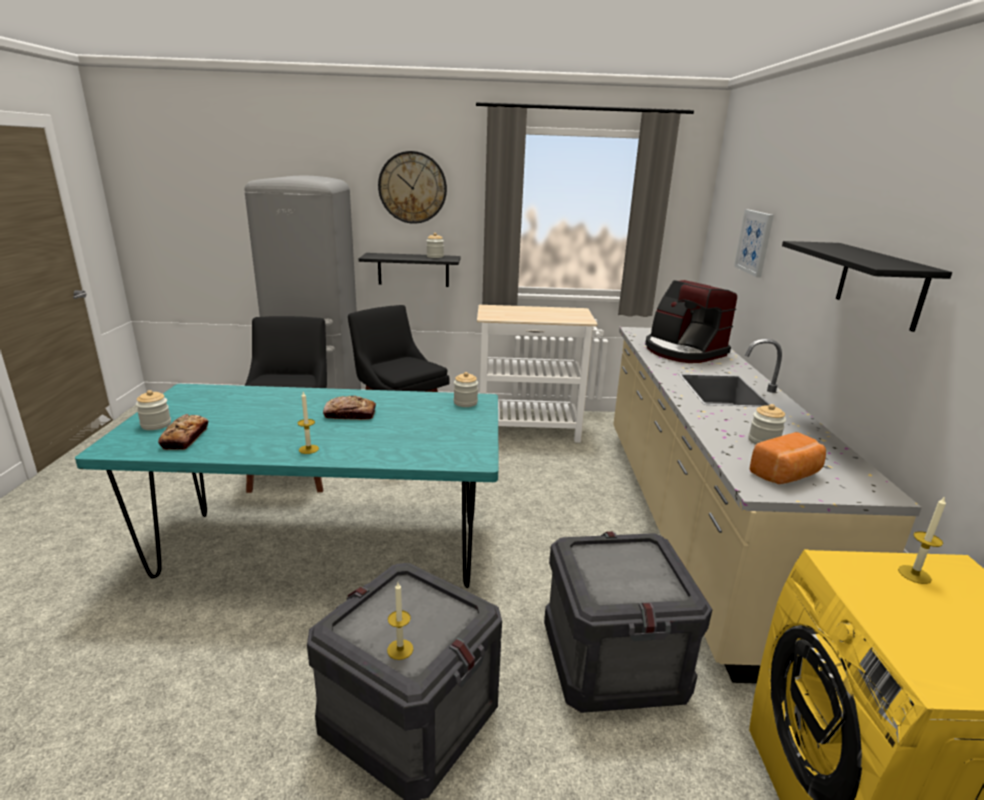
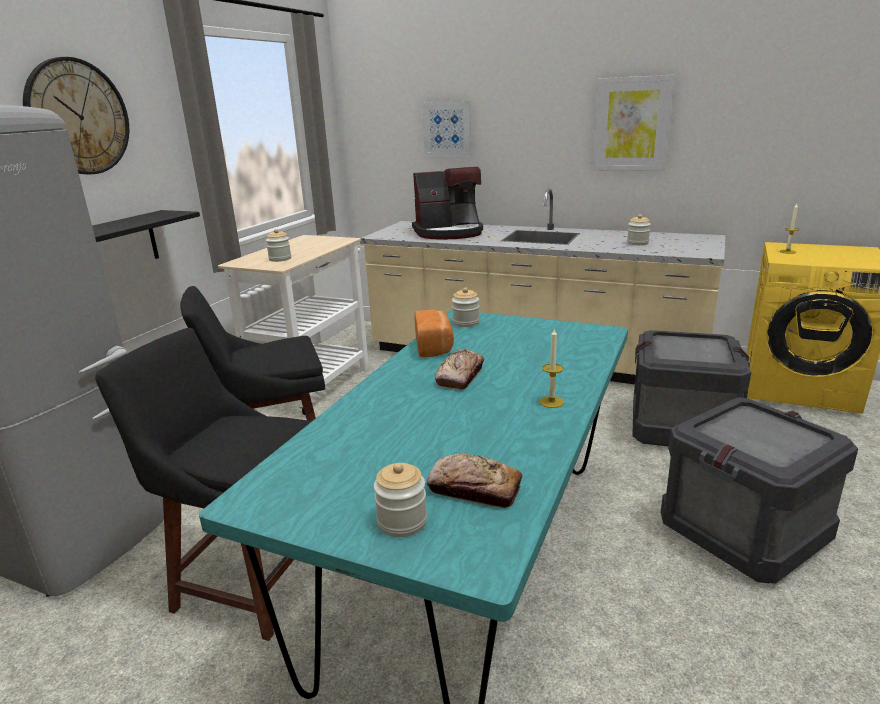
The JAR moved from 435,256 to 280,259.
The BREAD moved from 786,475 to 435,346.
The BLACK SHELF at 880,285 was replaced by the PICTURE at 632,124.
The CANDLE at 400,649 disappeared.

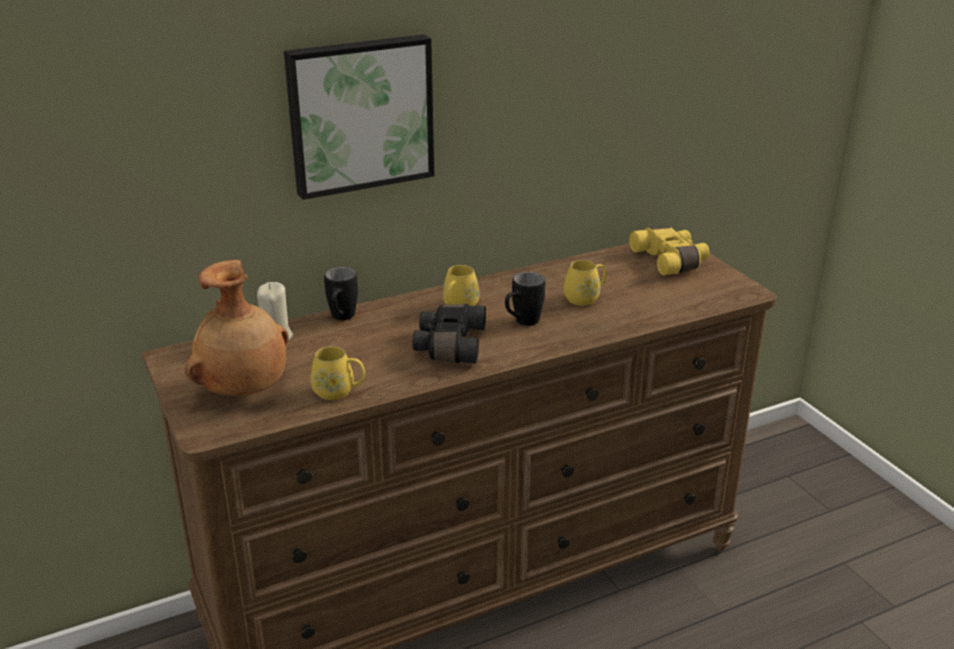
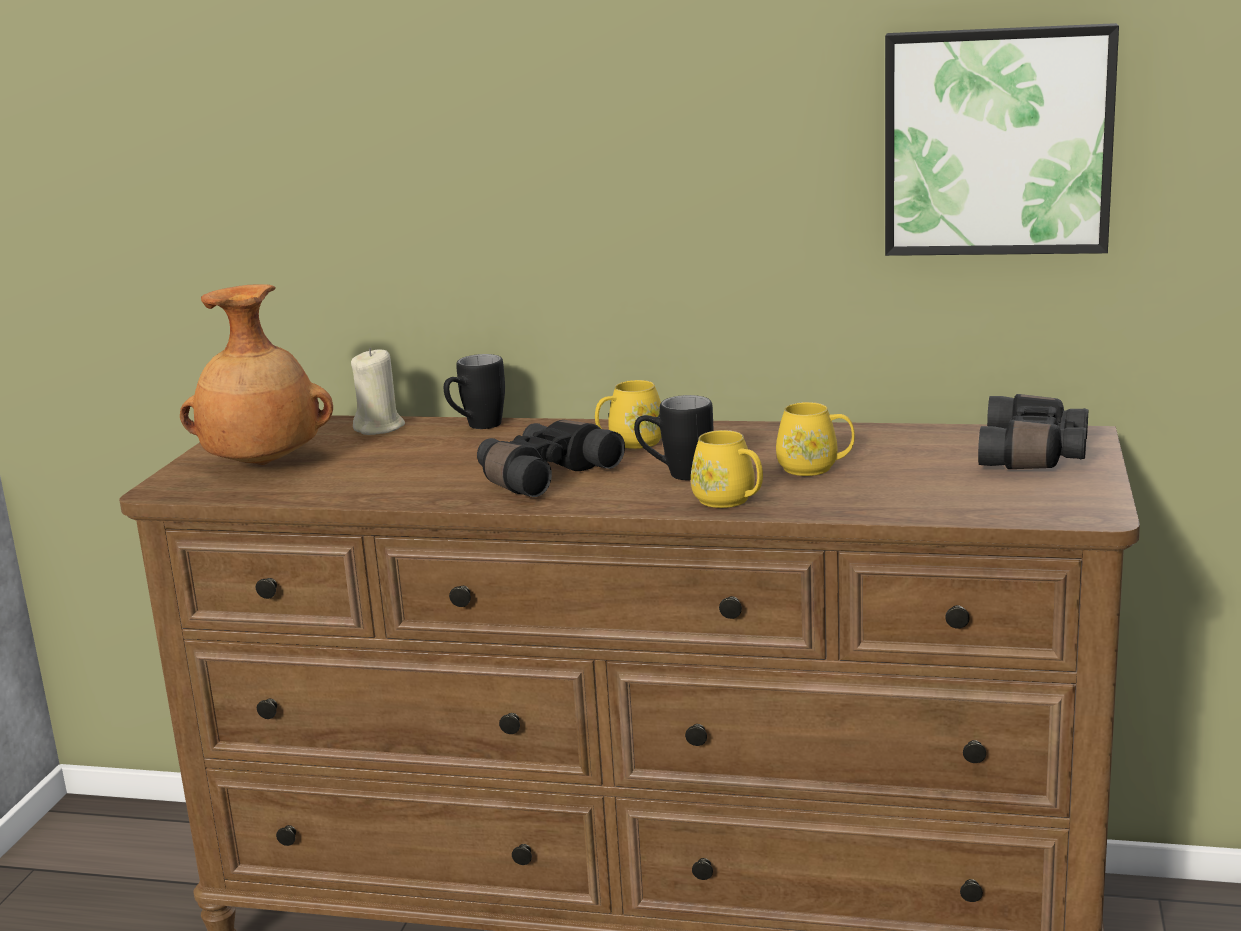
The YELLOW MUG moved from 339,391 to 730,501.
The PICTURE moved from 360,114 to 997,141.
The YELLOW BINOCULARS at 671,260 became the BLACK BINOCULARS at 1035,454.

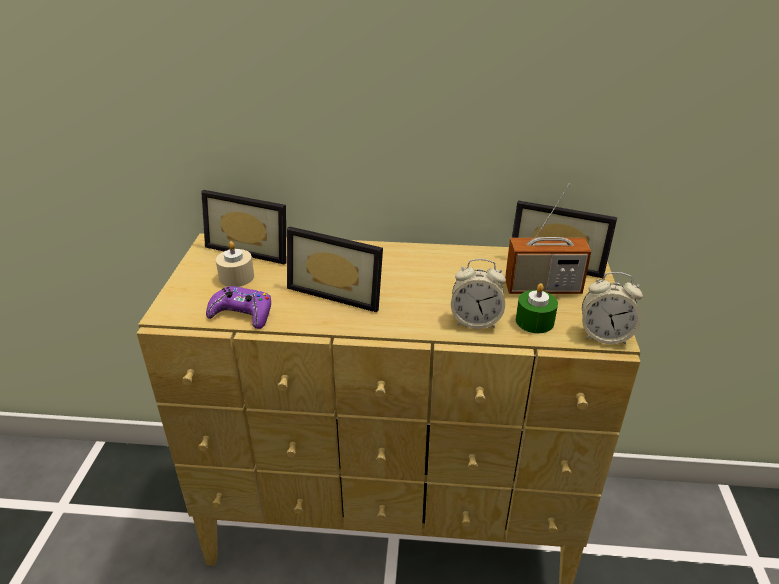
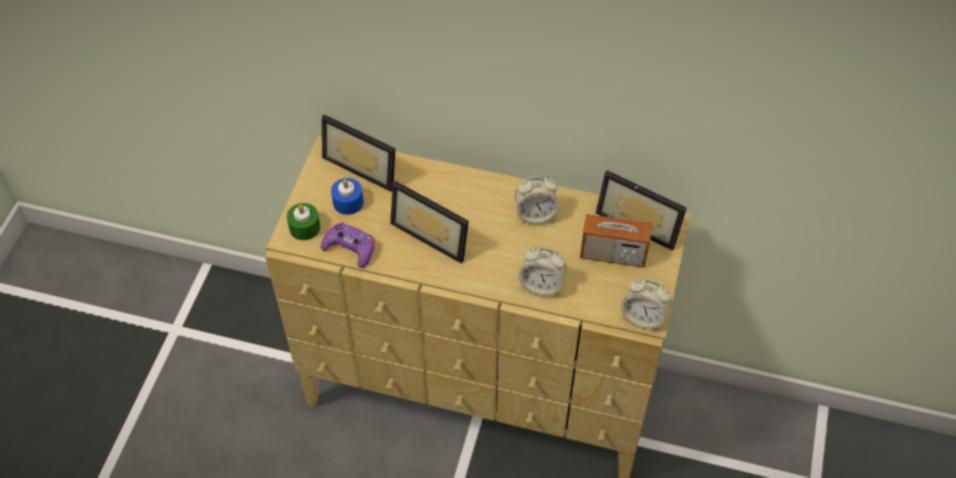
The GREEN CANDLE moved from 534,321 to 304,227.
The BEIGE CANDLE at 236,277 became the BLUE CANDLE at 348,202.
The ALARM CLOCK at 535,215 appeared.

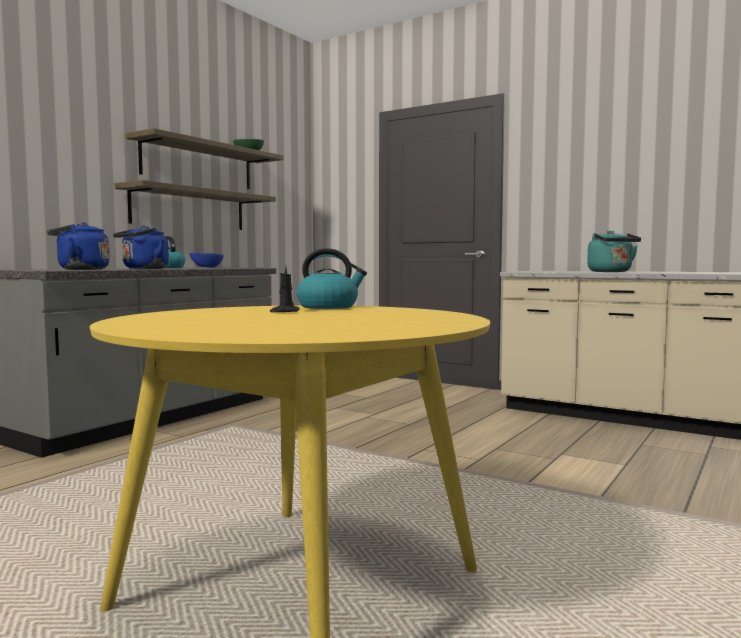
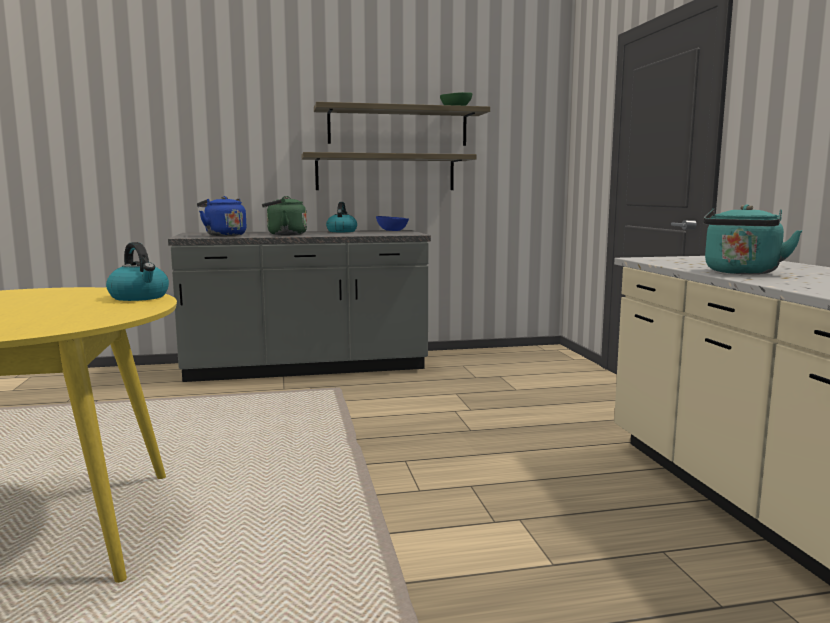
The BLUE KETTLE at 143,268 became the GREEN KETTLE at 284,234.
The BLACK CANDLE at 284,312 disappeared.

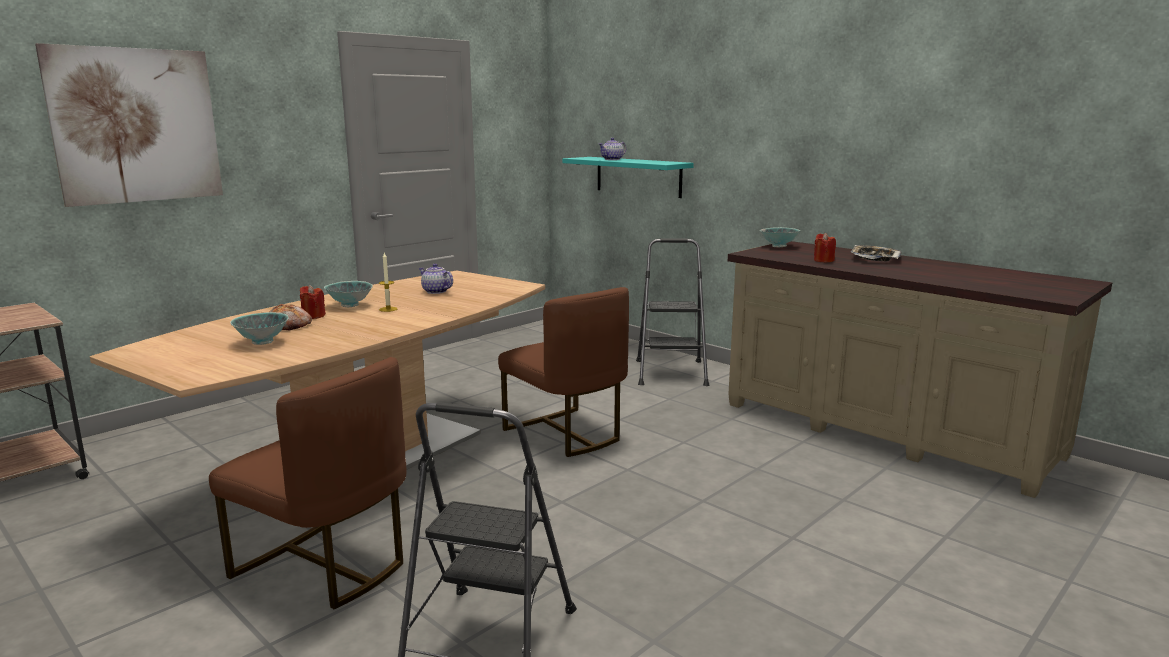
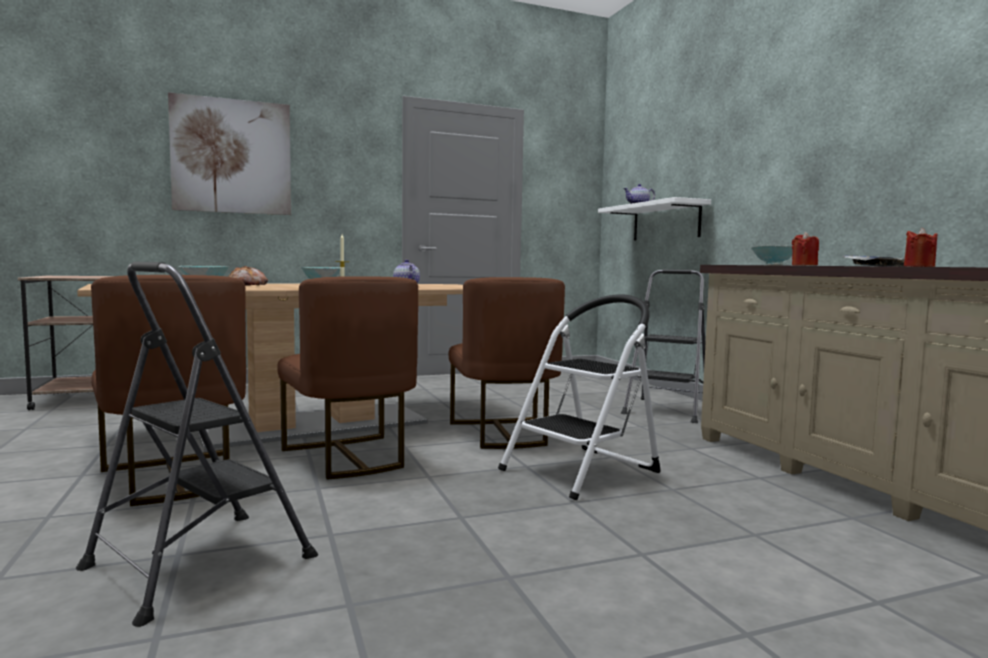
The BROWN CHAIR at 348,457 appeared.
The STEP LADDER at 584,471 appeared.
The TURQUOISE SHELF at 638,176 became the WHITE SHELF at 665,222.
The RED CANDLE moved from 313,316 to 919,267.

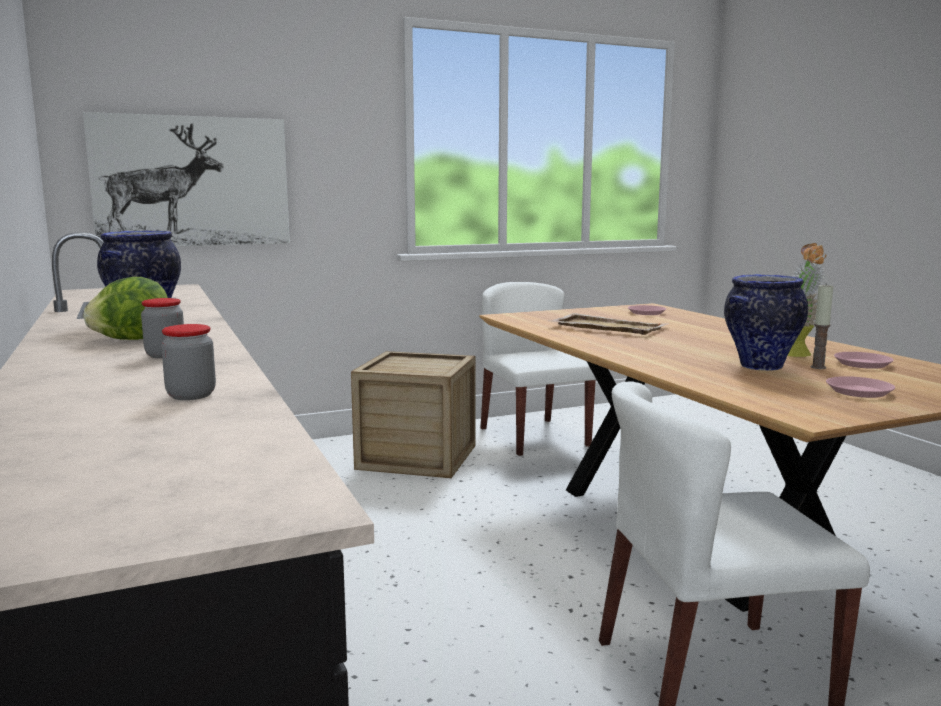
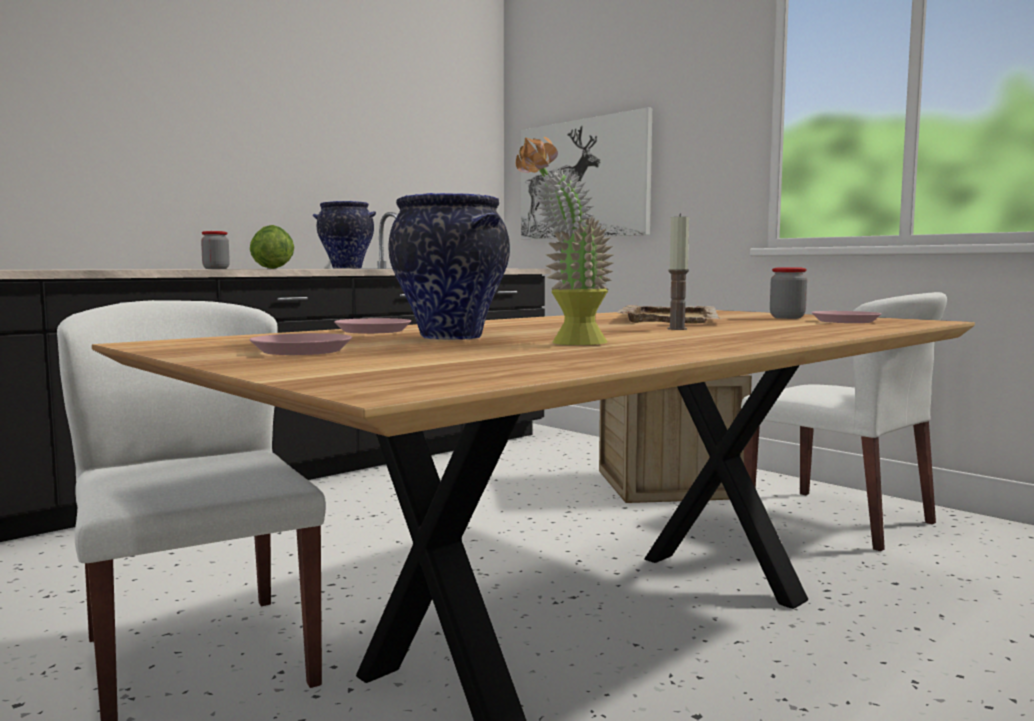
The PINK PLATE moved from 862,364 to 373,331.
The CANDLE moved from 818,367 to 677,329.
The WHITE CHAIR at 533,436 turned 90 degrees clockwise.
The JAR moved from 191,395 to 787,317.

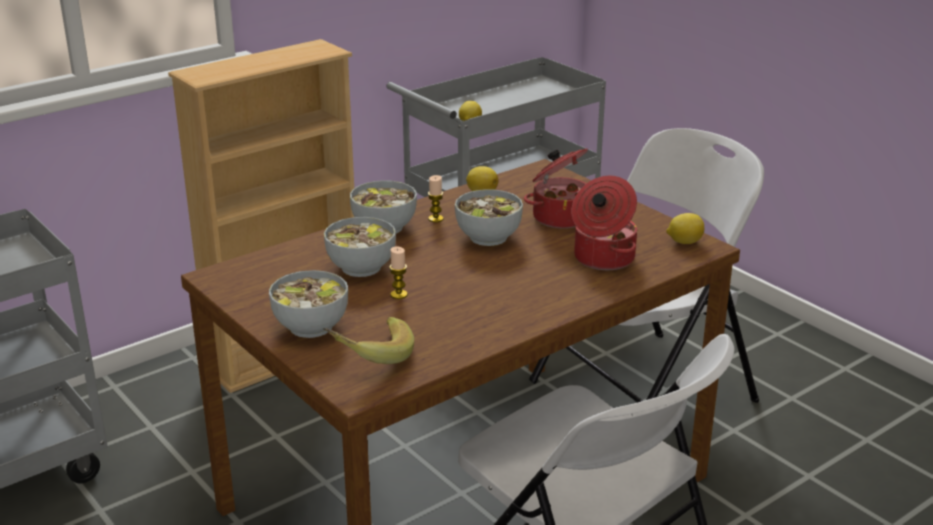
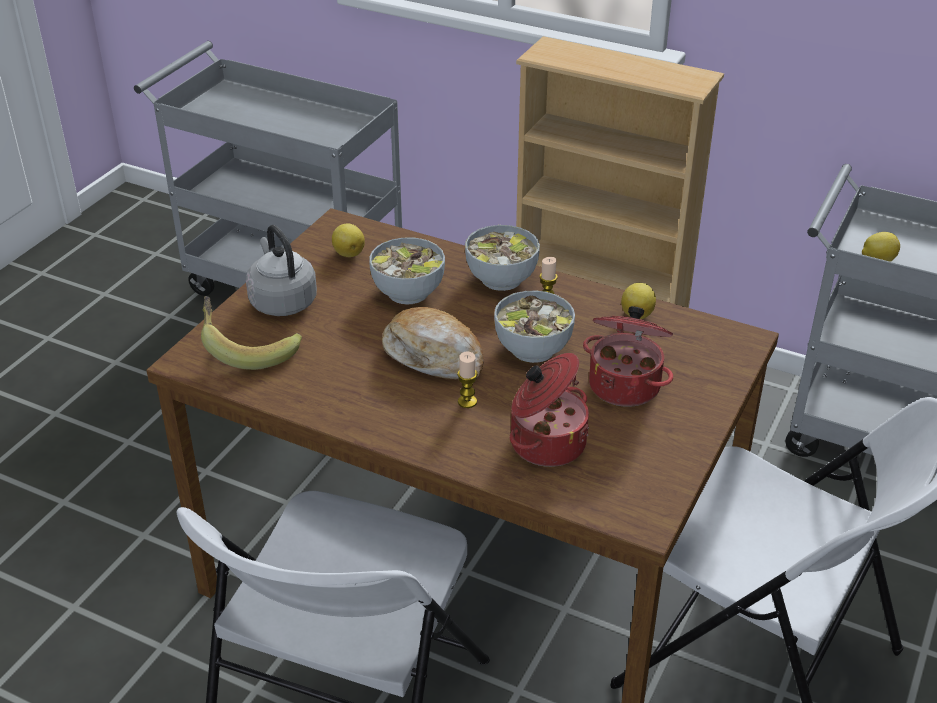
The BOWL at 311,326 was replaced by the GREY KETTLE at 282,301.
The LEMON moved from 684,242 to 349,253.
The BREAD at 434,356 appeared.
The CANDLE moved from 399,295 to 467,402.

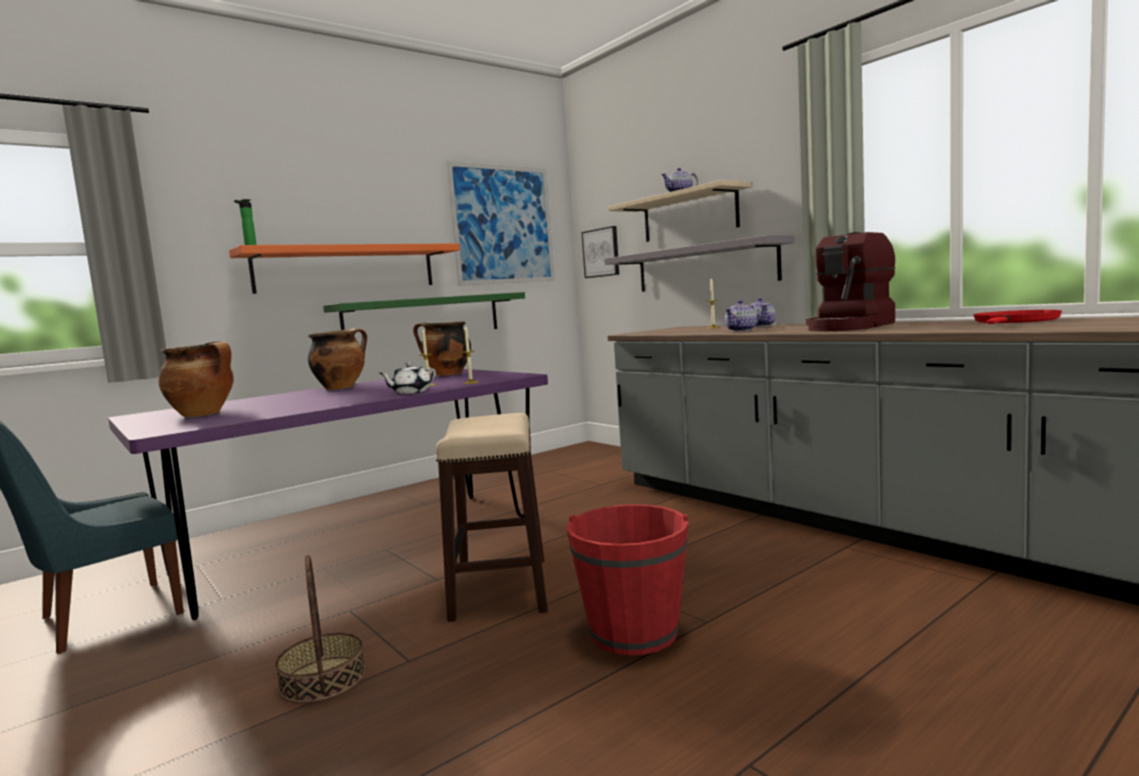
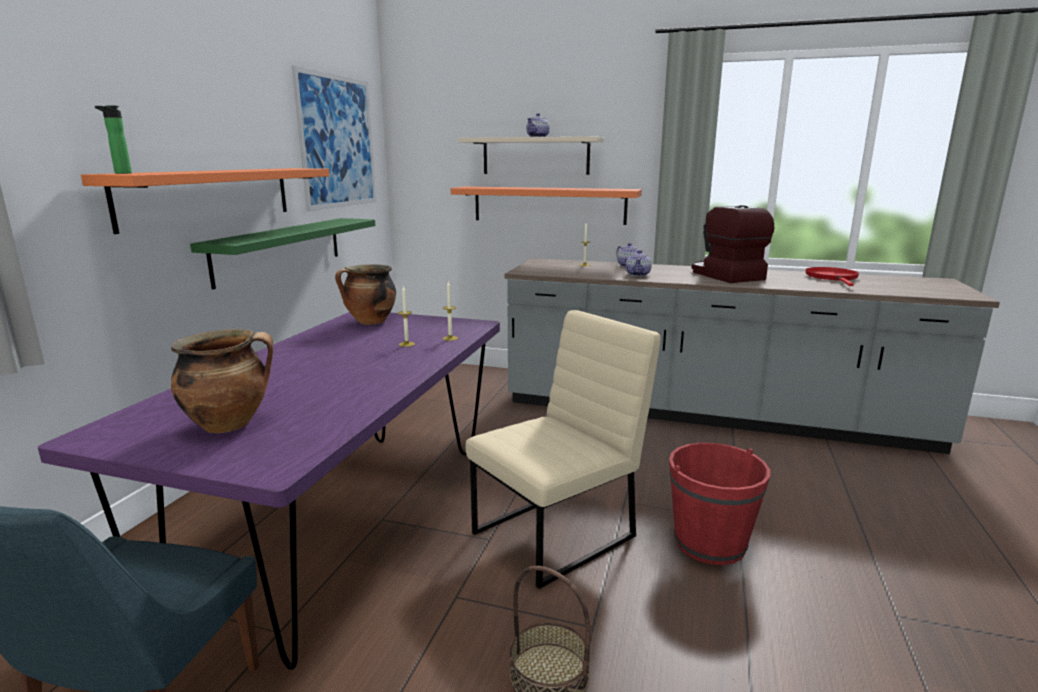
The GREY SHELF at 704,267 became the ORANGE SHELF at 549,205.
The STOOL at 500,588 was replaced by the BEIGE CHAIR at 558,533.
The COFFEE MACHINE at 851,327 turned 150 degrees clockwise.
The COOKING POT at 341,387 disappeared.
The WHITE TEAPOT at 410,392 disappeared.
The PICTURE at 601,252 disappeared.

